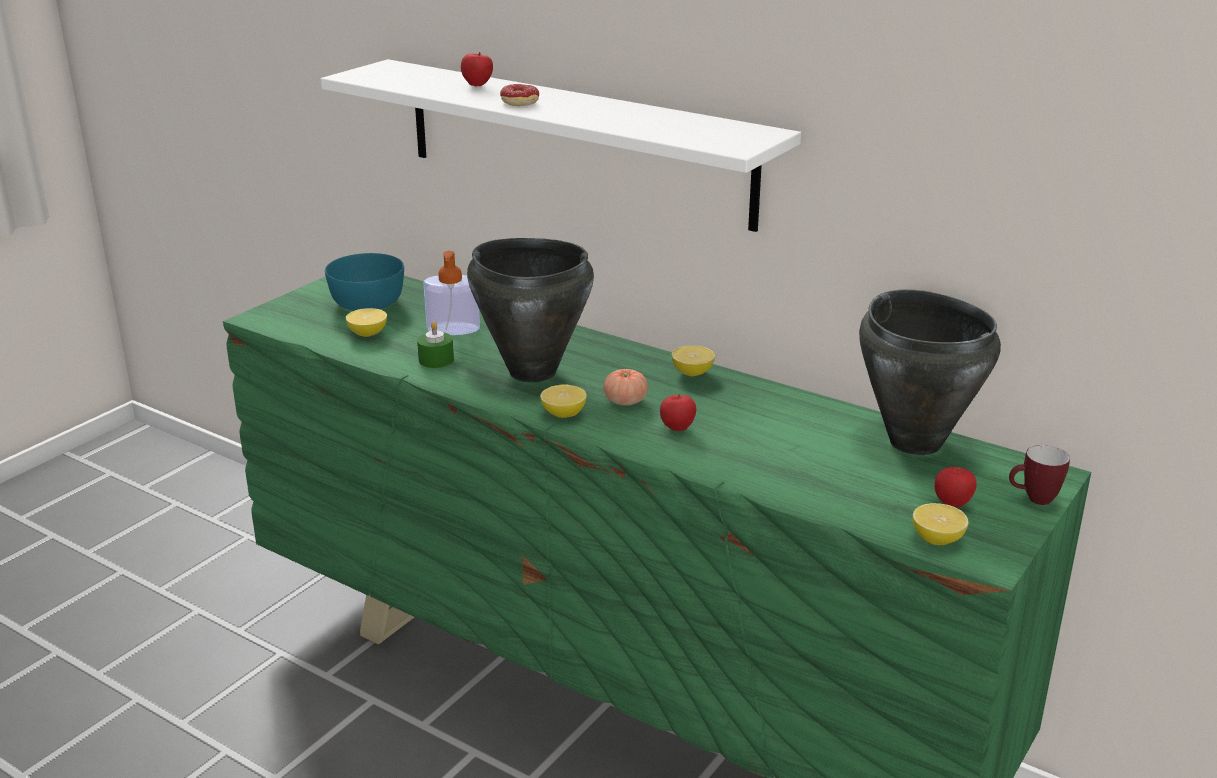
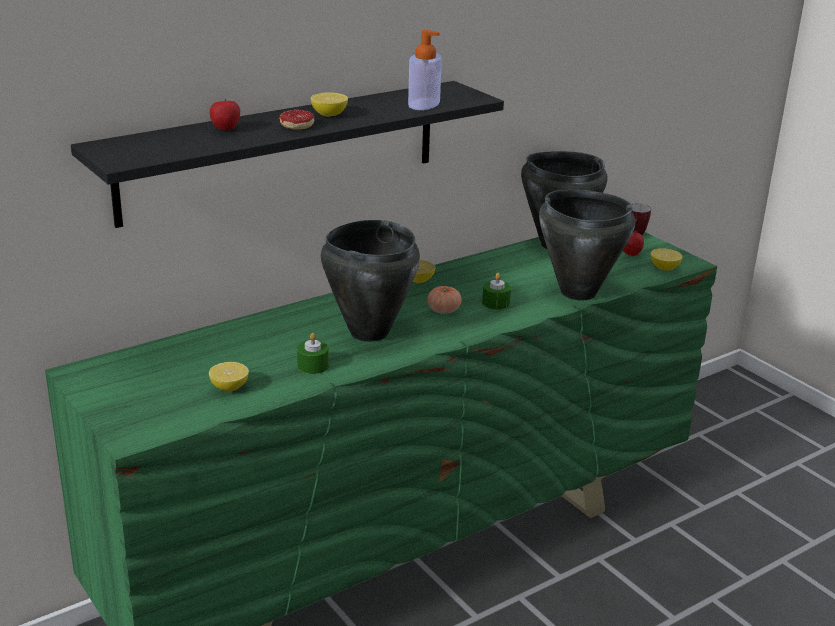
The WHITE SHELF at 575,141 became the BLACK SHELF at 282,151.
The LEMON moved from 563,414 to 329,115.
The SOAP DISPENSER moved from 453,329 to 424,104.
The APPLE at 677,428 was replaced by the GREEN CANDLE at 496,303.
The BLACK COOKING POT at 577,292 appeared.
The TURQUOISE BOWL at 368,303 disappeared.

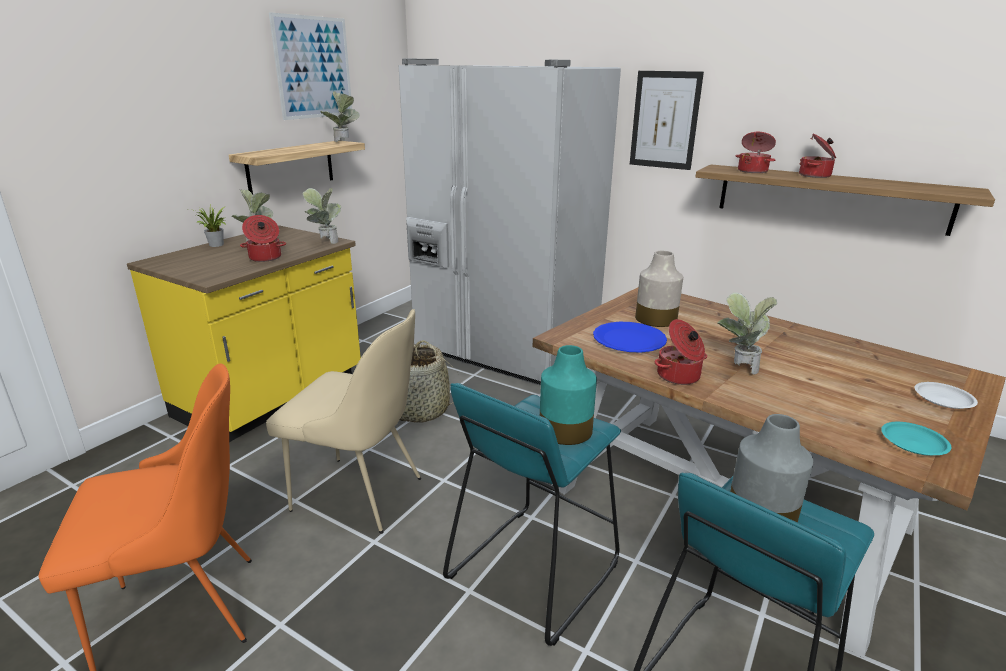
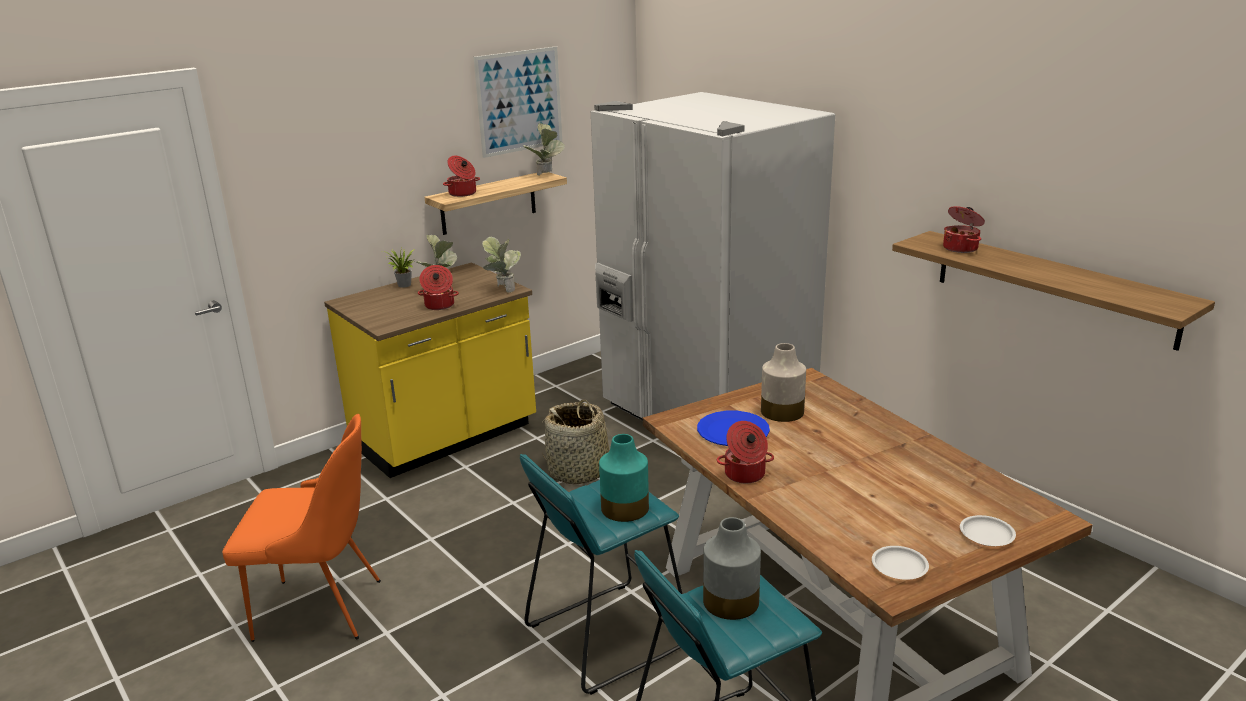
The COOKING POT moved from 815,175 to 463,193.
The TURQUOISE PLATE at 913,442 became the WHITE PLATE at 899,566.
The BEIGE CHAIR at 359,493 disappeared.
The PICTURE at 664,120 disappeared.
The POTTED PLANT at 738,368 disappeared.

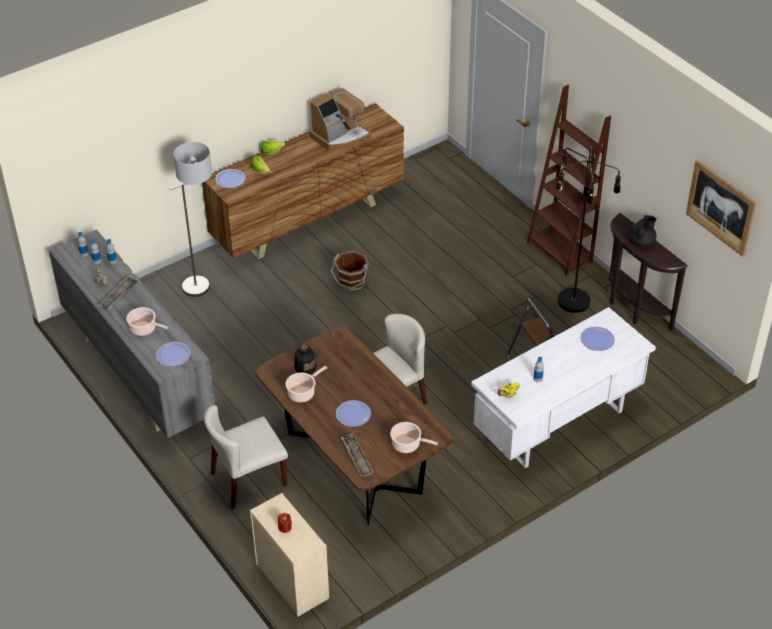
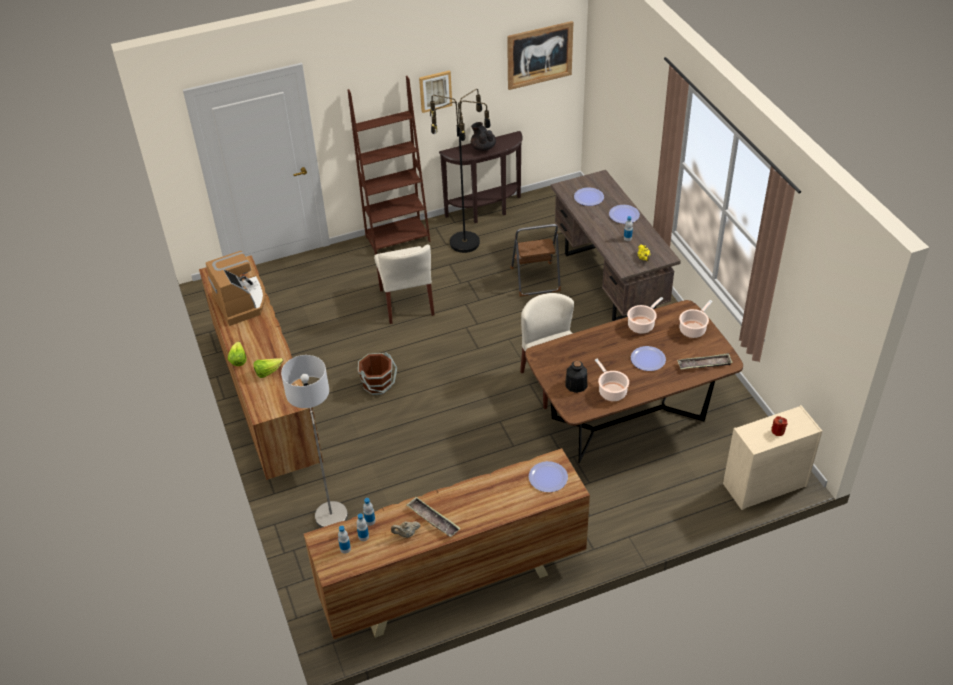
The GREY CABINET at 137,373 became the BROWN CABINET at 452,585.
The BEIGE CHAIR moved from 248,480 to 407,302.
The PICTURE at 435,91 appeared.
The WHITE DESK at 557,424 became the BROWN DESK at 610,281.
The PLATE moved from 230,179 to 624,215.
The COOKING POT moved from 144,329 to 642,325.

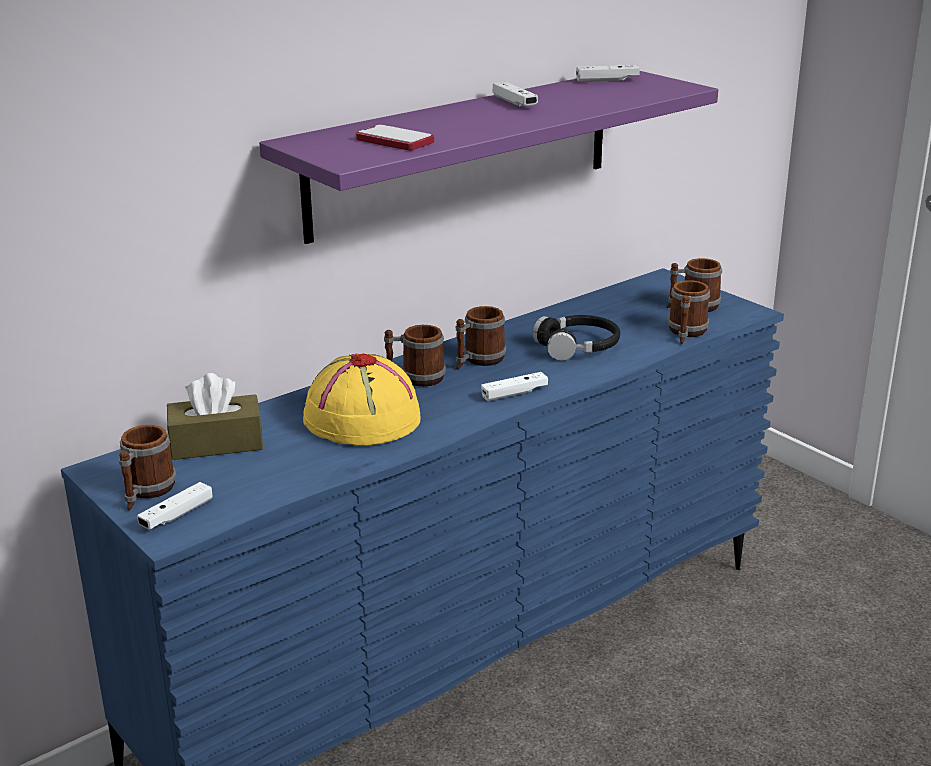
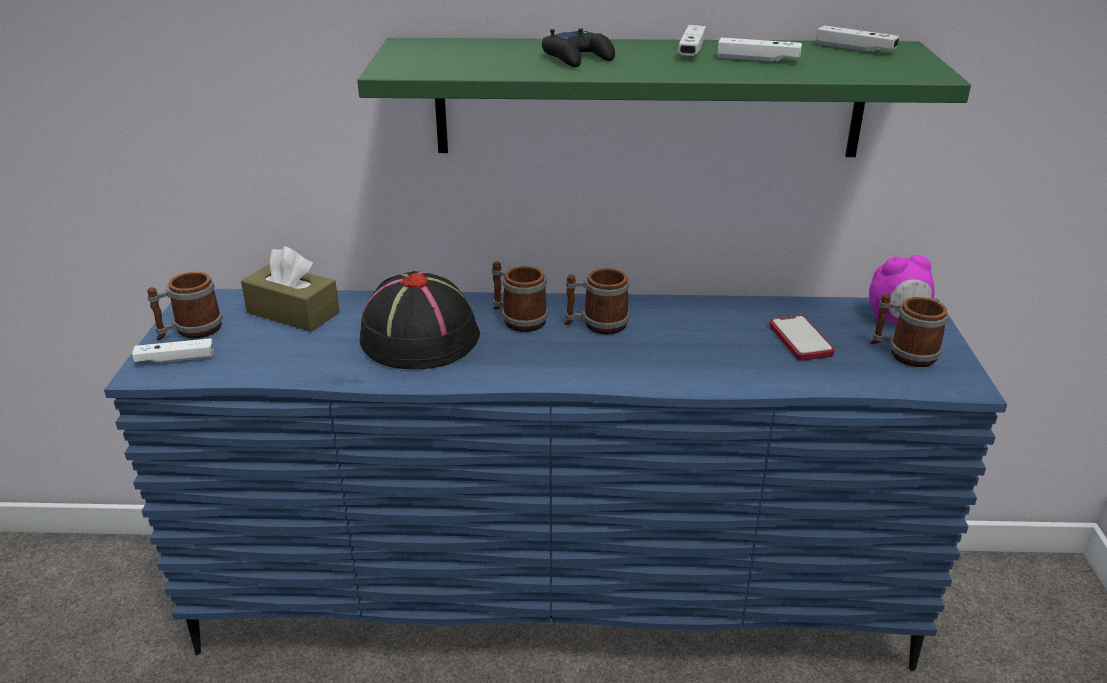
The PURPLE SHELF at 463,152 became the GREEN SHELF at 648,98.
The YELLOW HAT at 361,419 became the BLACK HAT at 418,338.
The BLACK GAME CONTROLLER at 578,58 appeared.
The WHITE GAME CONTROLLER moved from 514,393 to 758,59.
The PHONE moved from 394,140 to 800,340.
The ALARM CLOCK at 896,320 appeared.
The BLACK HEADPHONES at 578,347 disappeared.
The MUG at 686,333 disappeared.

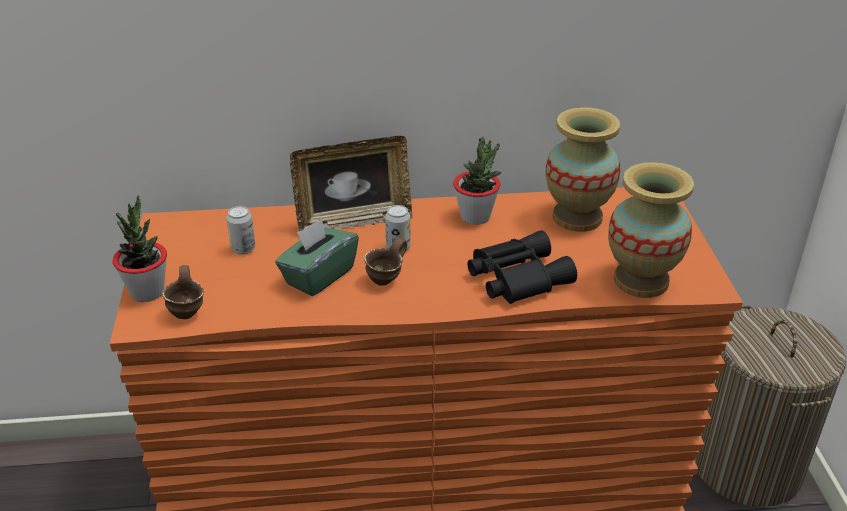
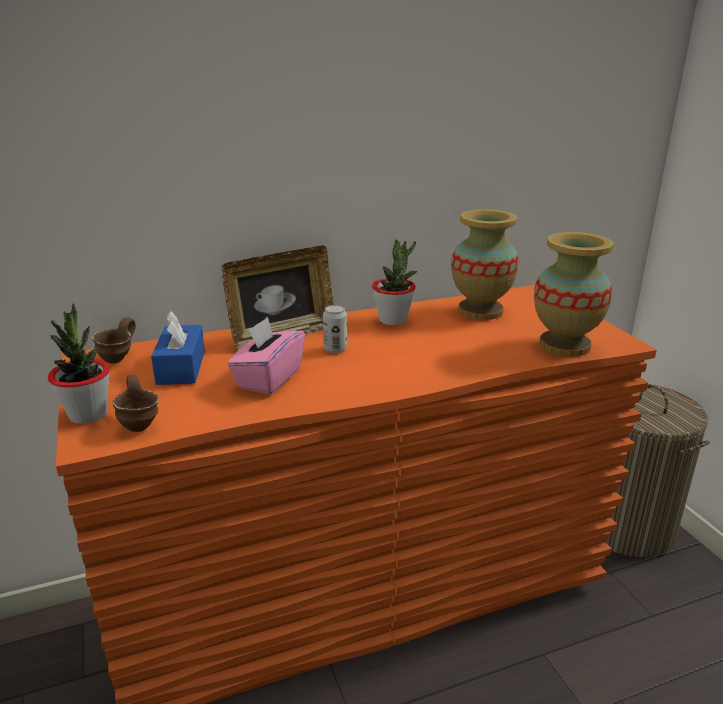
The BROWN MUG moved from 388,280 to 120,359.
The CAN at 243,249 was replaced by the BLUE TISSUE BOX at 181,367.
The GREEN TISSUE BOX at 318,276 became the PINK TISSUE BOX at 268,378.
The BLACK BINOCULARS at 516,277 disappeared.

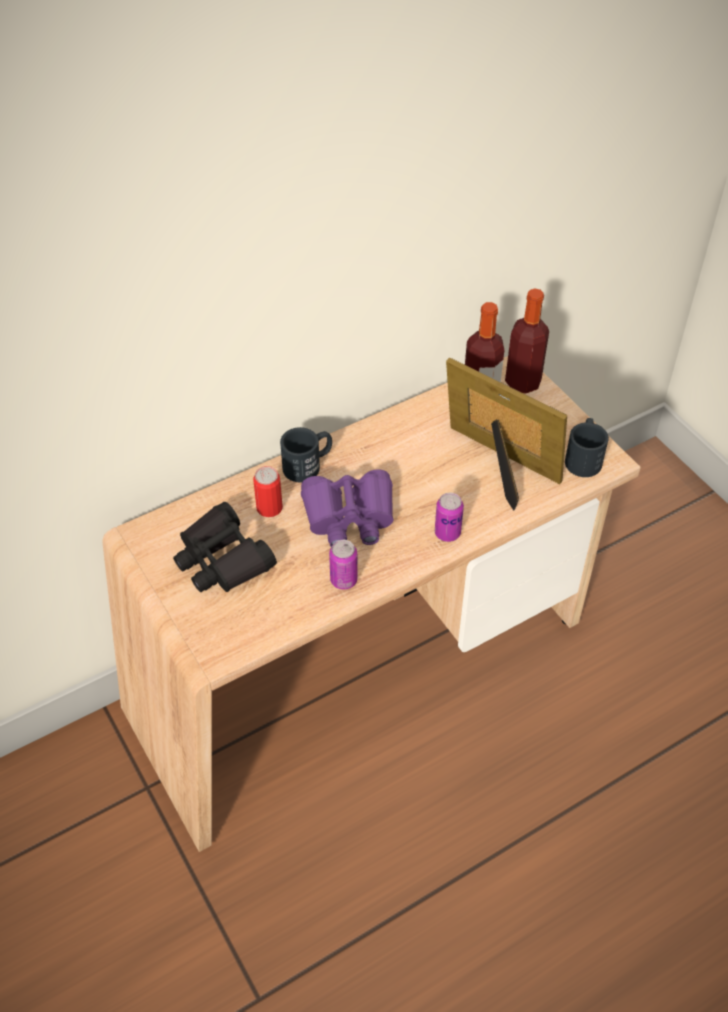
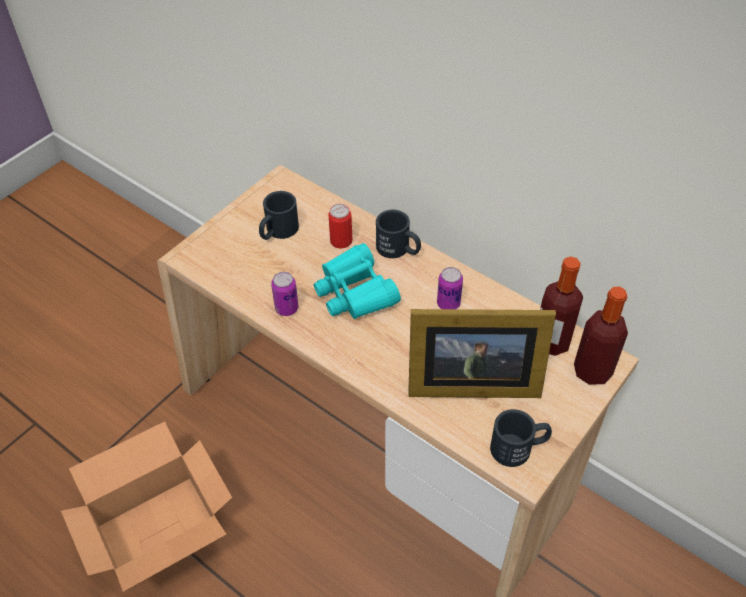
The CARDBOARD BOX at 161,532 appeared.
The BLACK BINOCULARS at 222,559 was replaced by the BLACK MUG at 278,231.
The PURPLE BINOCULARS at 349,517 became the TURQUOISE BINOCULARS at 355,292.
The PICTURE FRAME at 500,466 turned 75 degrees clockwise.
The CAN moved from 447,533 to 448,304.

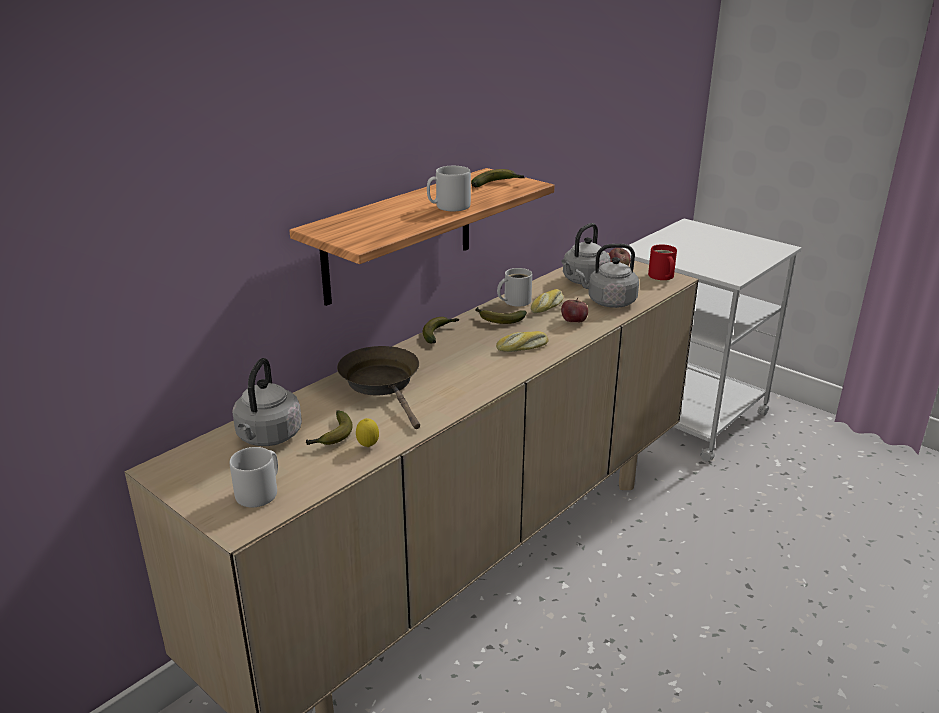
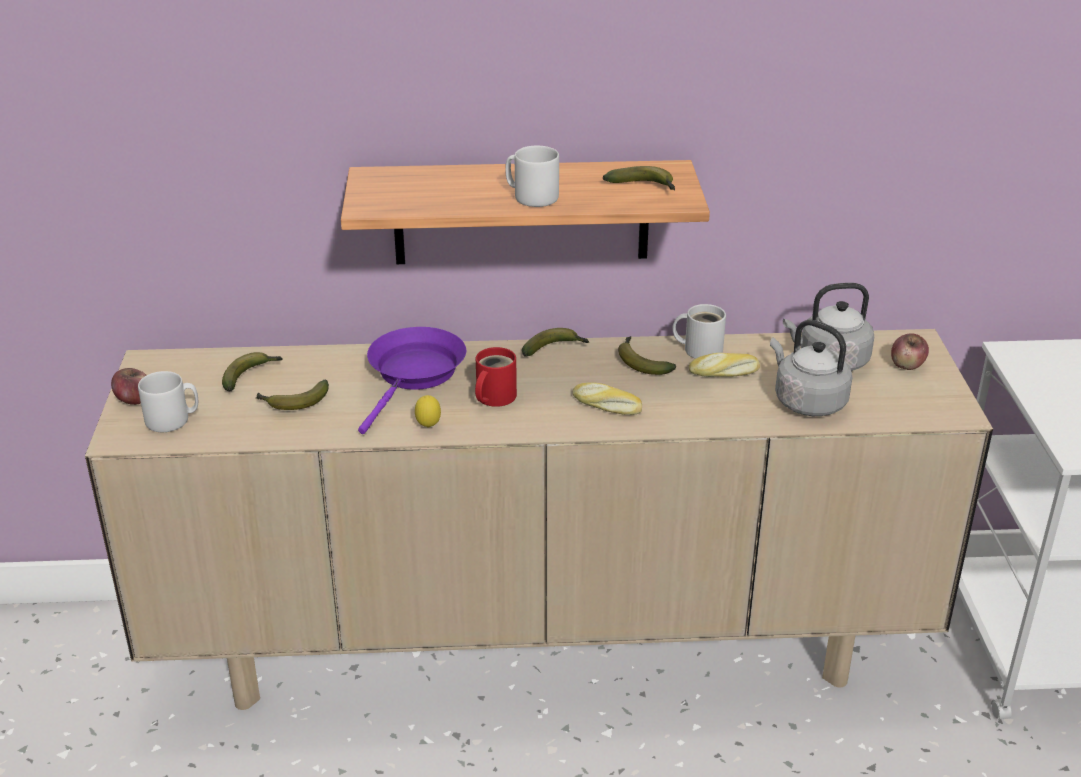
The APPLE moved from 574,321 to 134,400.
The GREY KETTLE at 268,437 was replaced by the BANANA at 251,376.
The BROWN FRYING PAN at 383,384 became the PURPLE FRYING PAN at 414,375.
The LEMON moved from 368,446 to 428,427.
The RED MUG moved from 661,276 to 493,397.

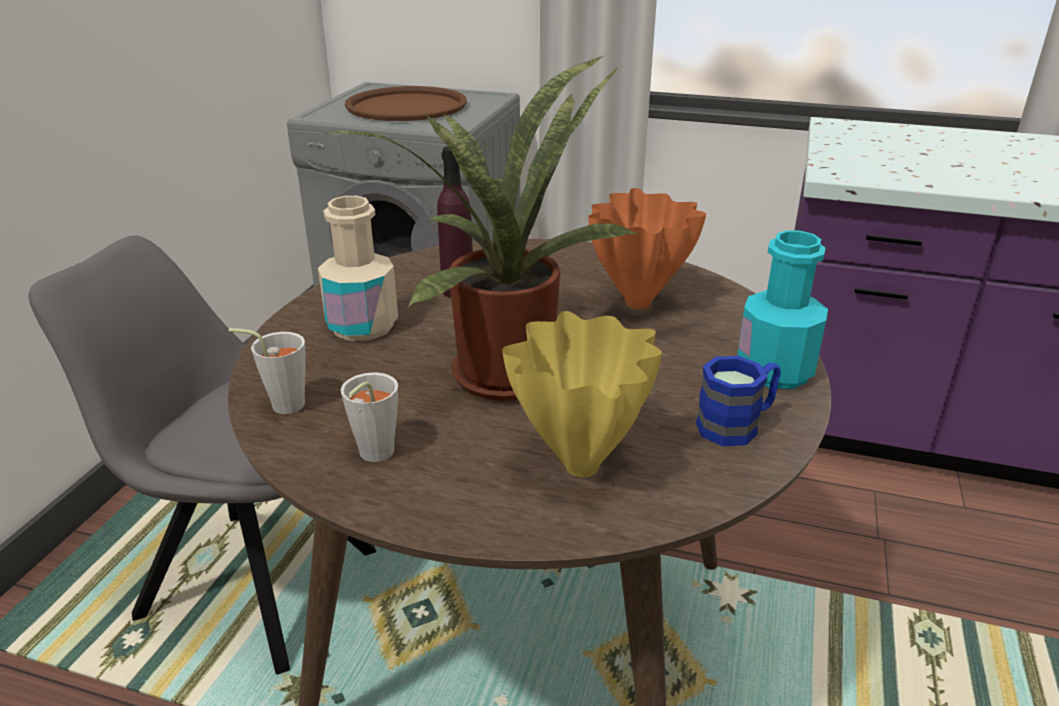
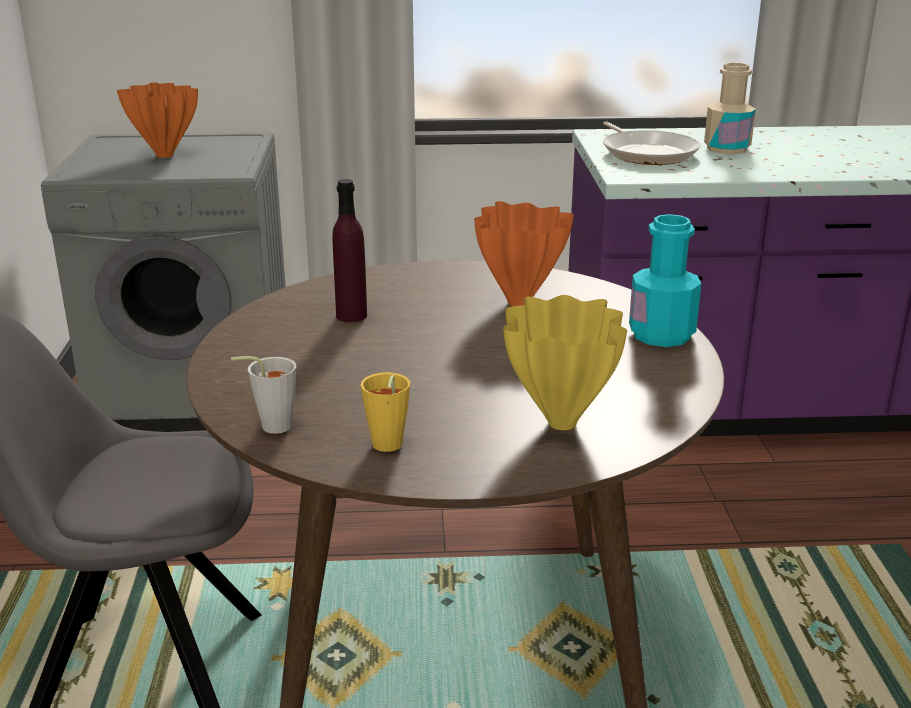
The BROWN TRAY at 406,106 was replaced by the ORANGE VASE at 163,155.
The GREY CUP at 372,456 became the YELLOW CUP at 386,447.
The FRYING PAN at 647,153 appeared.
The BEIGE BOTTLE moved from 362,326 to 726,149.
The POTTED PLANT at 502,369 disappeared.
The BLUE MUG at 737,425 disappeared.

